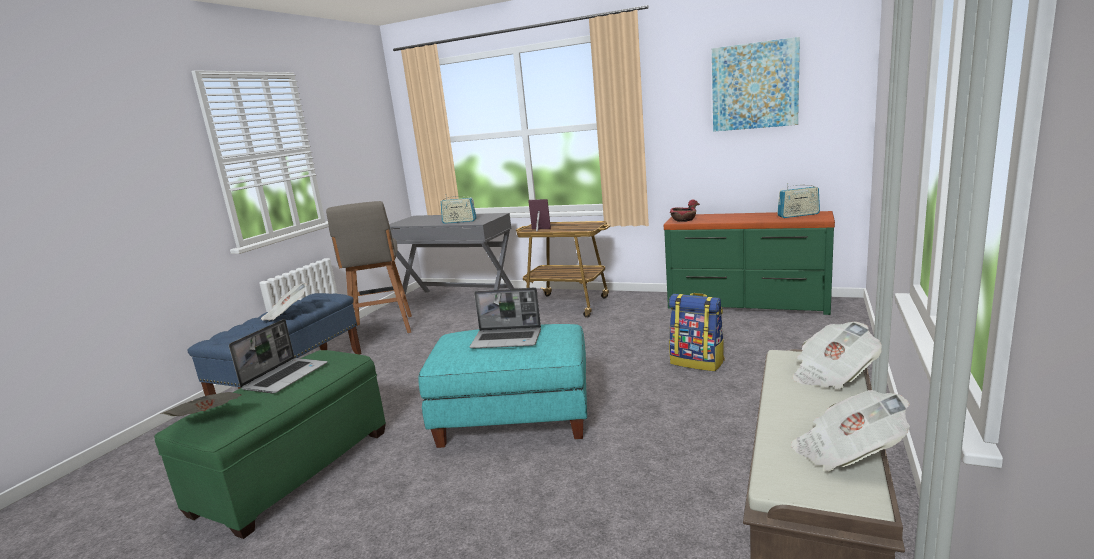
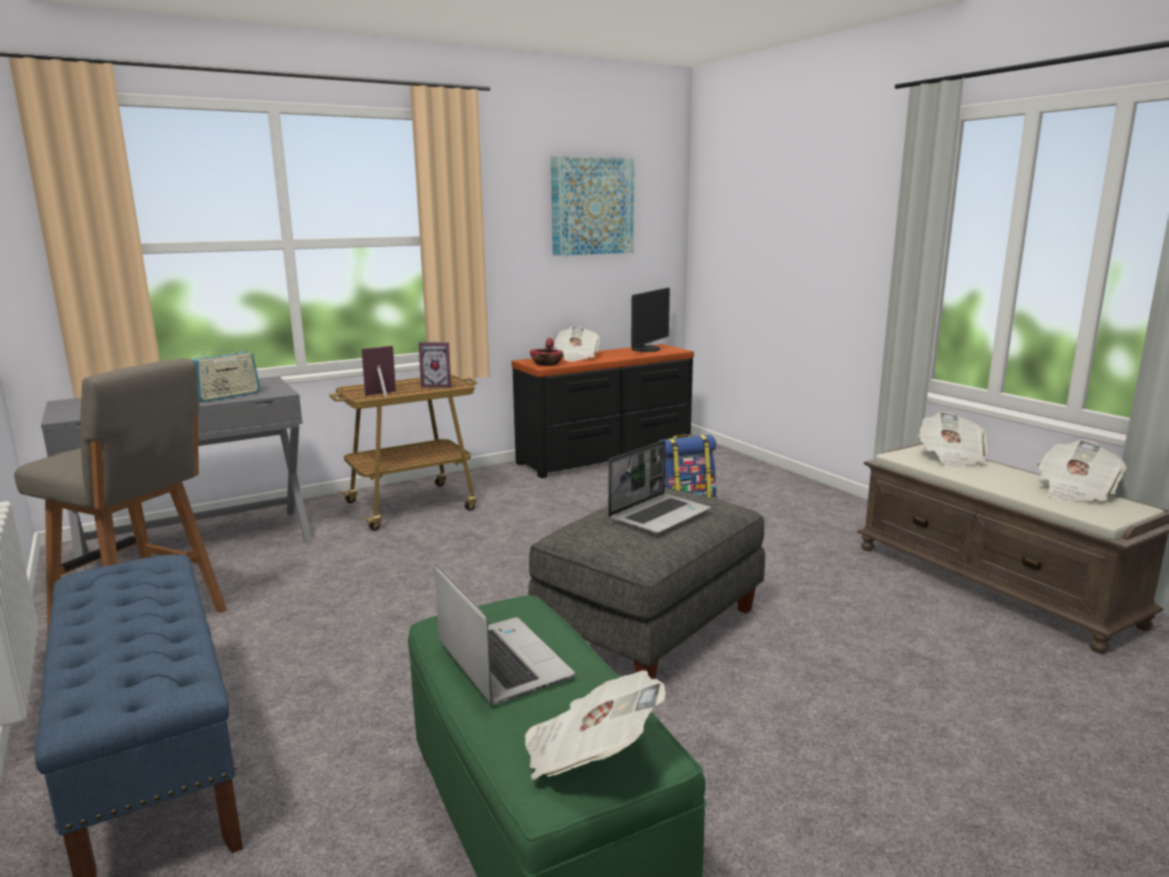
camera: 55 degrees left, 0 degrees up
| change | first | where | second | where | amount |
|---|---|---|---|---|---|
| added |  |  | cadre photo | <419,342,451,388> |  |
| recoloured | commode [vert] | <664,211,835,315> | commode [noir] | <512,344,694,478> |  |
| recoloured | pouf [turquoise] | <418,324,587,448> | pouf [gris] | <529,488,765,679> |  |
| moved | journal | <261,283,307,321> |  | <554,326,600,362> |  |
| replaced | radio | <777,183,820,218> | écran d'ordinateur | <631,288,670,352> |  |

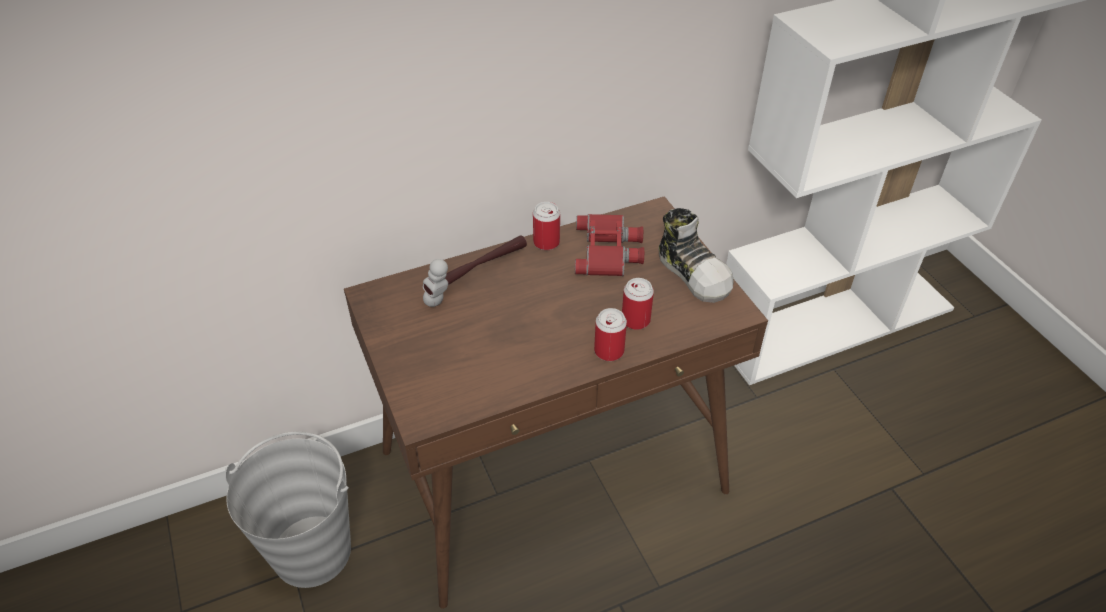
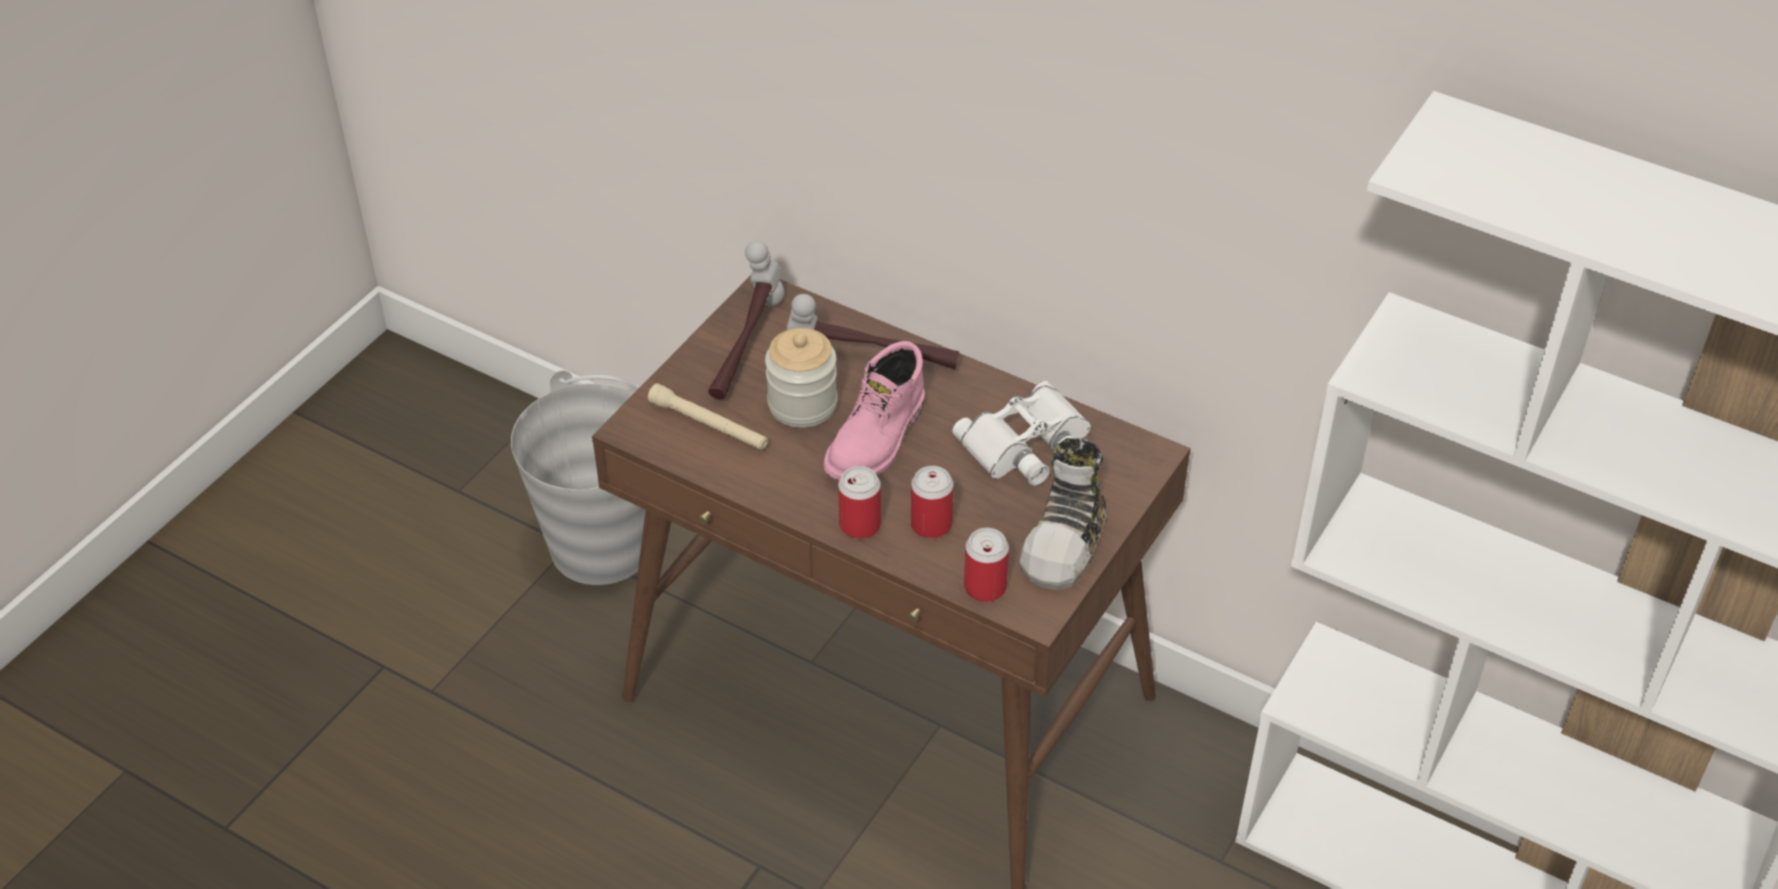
camera: 55 degrees right, 0 degrees up
| change | first | where | second | where | amount |
|---|---|---|---|---|---|
| added |  |  | lampe de poche [beige] | <648,383,768,450> |  |
| added |  |  | marteau | <708,241,784,399> |  |
| added |  |  | bocal | <765,328,837,428> |  |
| added |  |  | botte [rose] | <824,341,925,480> |  |
| recoloured | jumelles [rouge] | <575,214,644,276> | jumelles [blanc] | <952,381,1091,486> |  |
| moved | boîte métallique | <533,202,560,250> |  | <964,528,1009,602> |  |

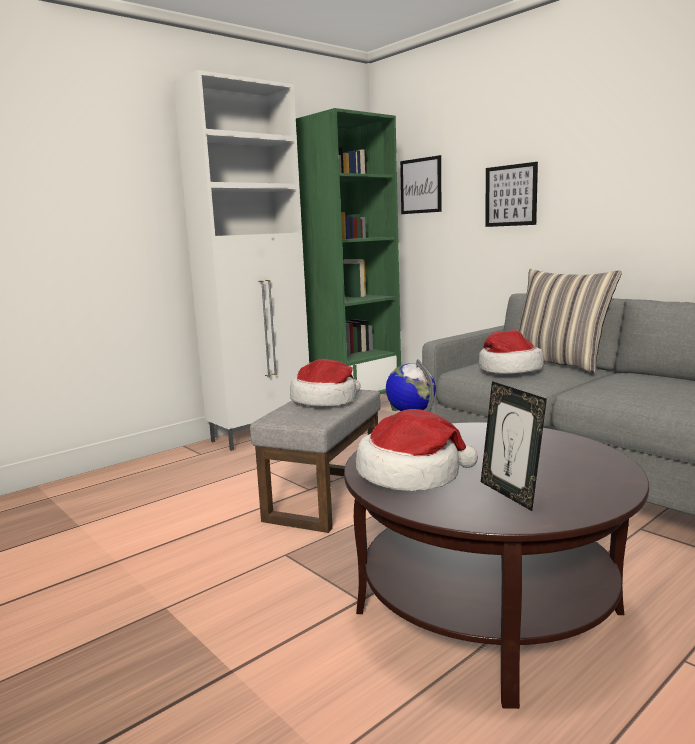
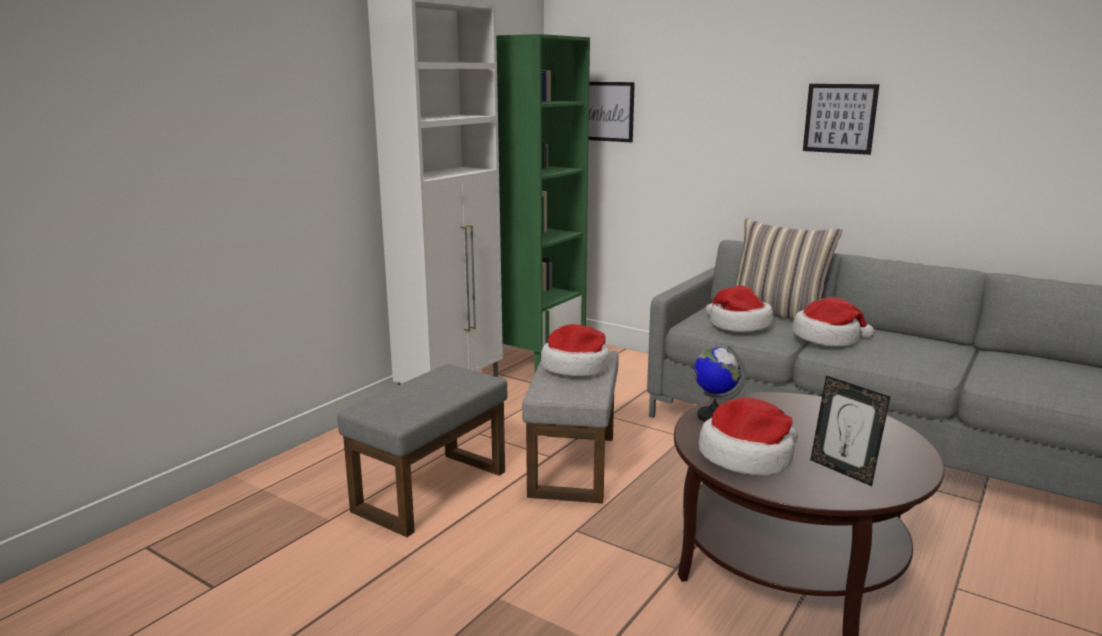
camera: 15 degrees left, 5 degrees up
| change | first | where | second | where | amount |
|---|---|---|---|---|---|
| added |  |  | pouf [gris] | <337,364,507,537> |  |
| added |  |  | chapeau | <792,297,874,346> |  |
| moved | tableau | <485,162,538,227> |  | <803,84,879,155> |  |

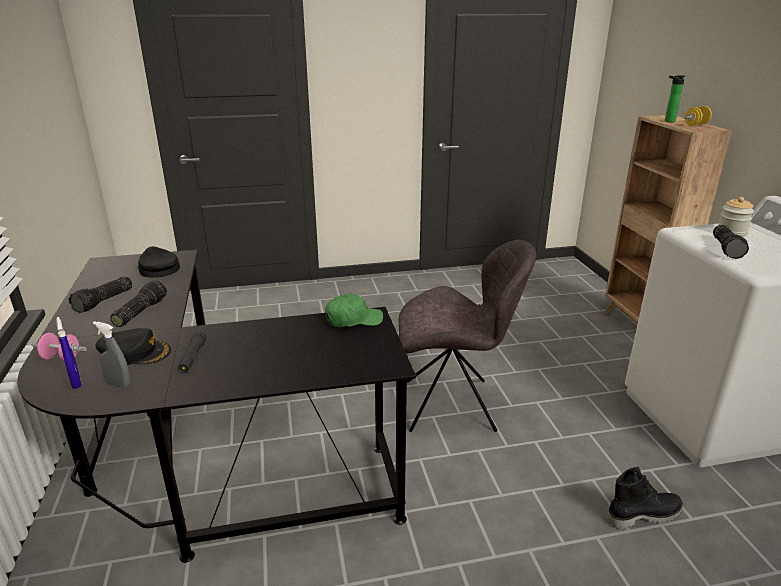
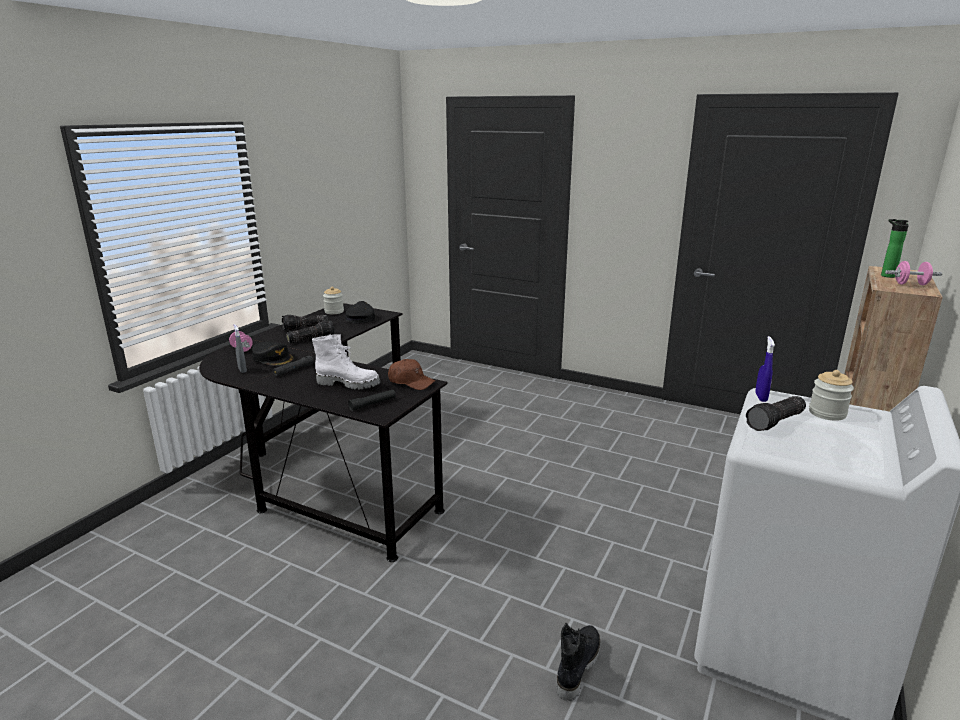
camera: 40 degrees right, 5 degrees down
| change | first | where | second | where | amount |
|---|---|---|---|---|---|
| added |  |  | botte [blanc] | <312,334,381,390> |  |
| added |  |  | bocal | <323,287,344,314> |  |
| added |  |  | lampe de poche [noir] | <348,390,396,411> |  |
| recoloured | casquette [vert] | <325,293,383,327> | casquette [marron] | <388,359,435,390> |  |
| turned | botte [noir] | <607,466,683,529> |  | <557,623,600,701> | 90 degrees counterclockwise |
| moved | vaporisateur [bleu] | <56,317,81,389> |  | <755,336,775,402> |  |
| recoloured | haltère [jaune] | <684,106,712,126> | haltère [rose] | <885,261,942,285> |  |
| removed | chaise [gris] | <399,240,536,432> |  |  |  |

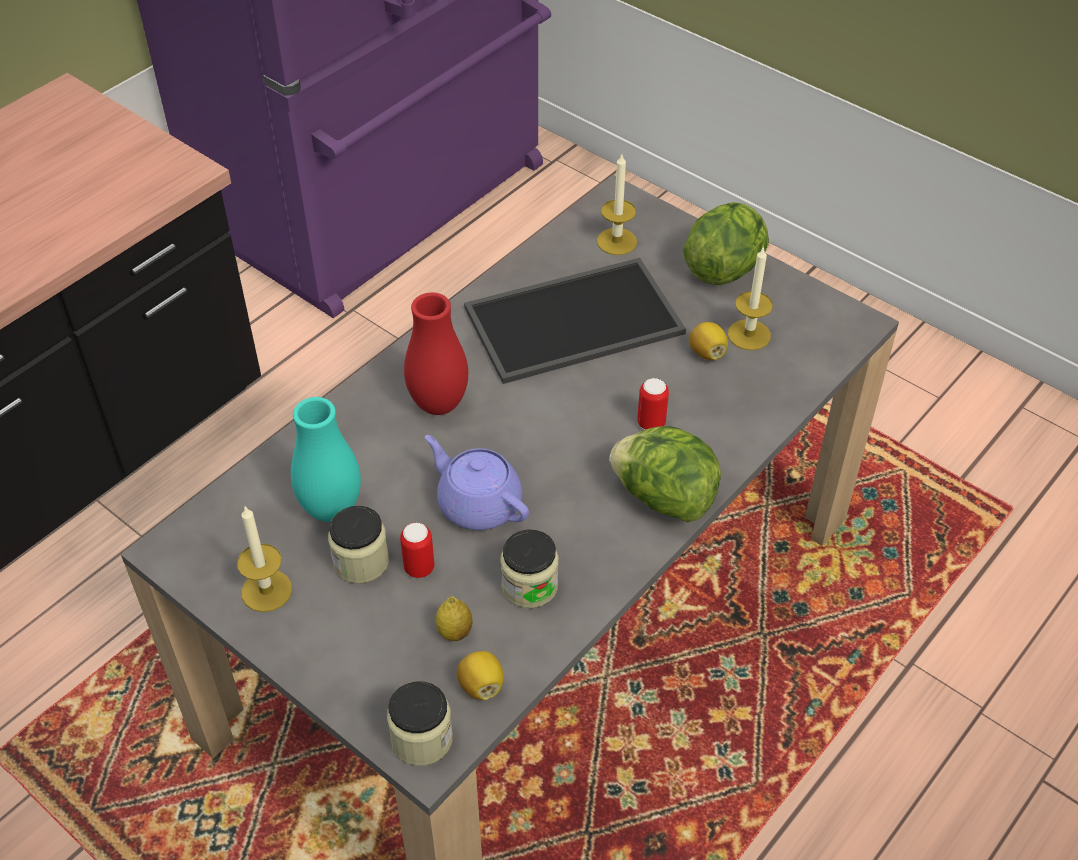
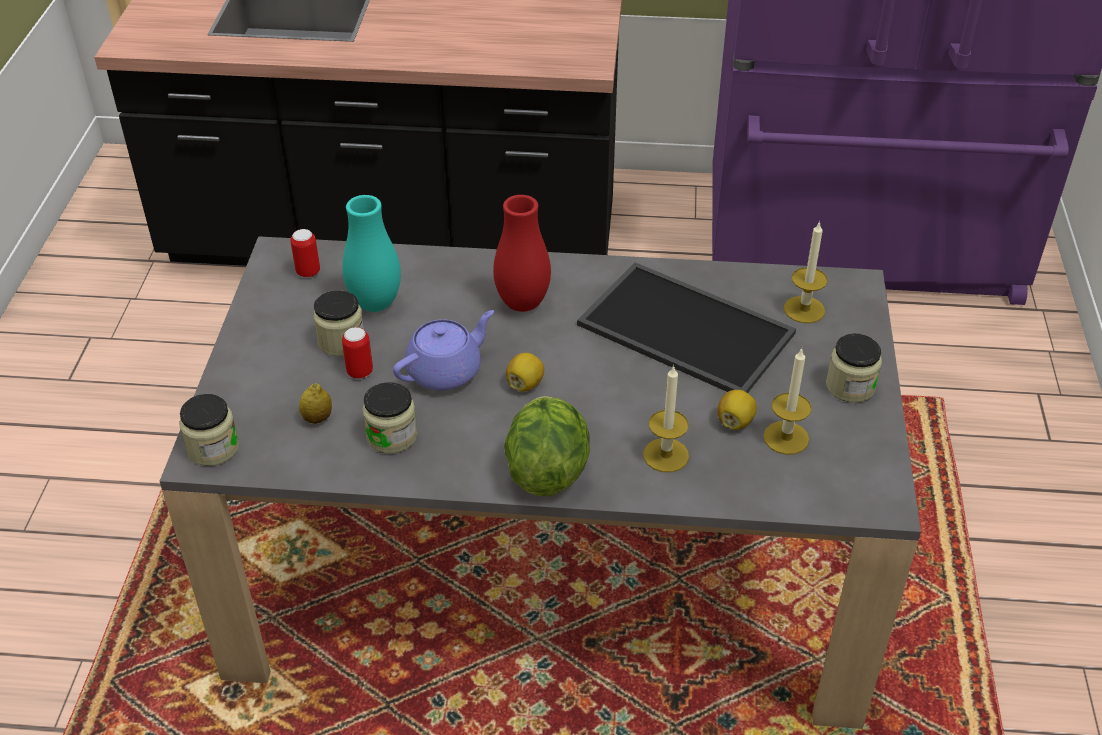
camera: 55 degrees right, 5 degrees down
| change | first | where | second | where | amount |
|---|---|---|---|---|---|
| moved | boîte métallique | <637,378,669,430> |  | <290,229,320,277> |  |
| turned | théière [violet] | <425,435,529,530> |  | <393,310,494,391> | 45 degrees clockwise |
| moved | citron | <457,651,504,700> |  | <506,353,544,391> |  |
| moved | bougie | <237,506,292,612> |  | <643,365,689,472> |  |
| replaced | laitue | <683,202,769,285> | bocal | <826,334,882,403> |  |

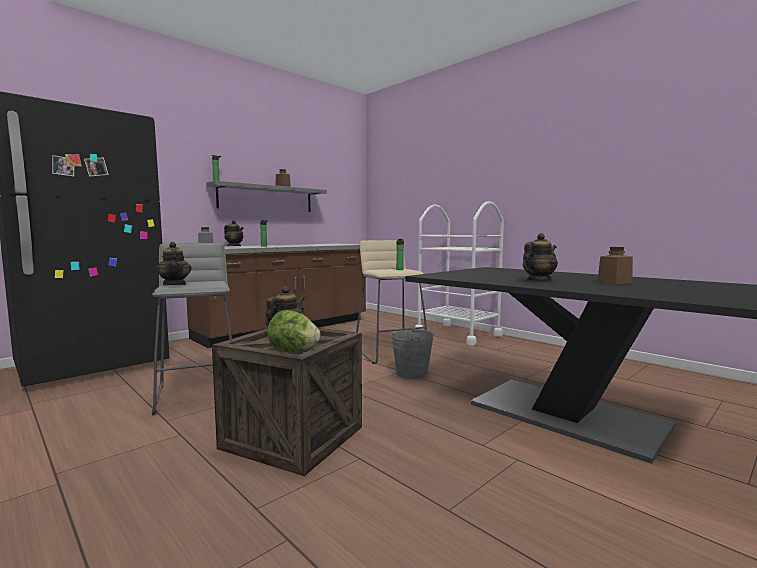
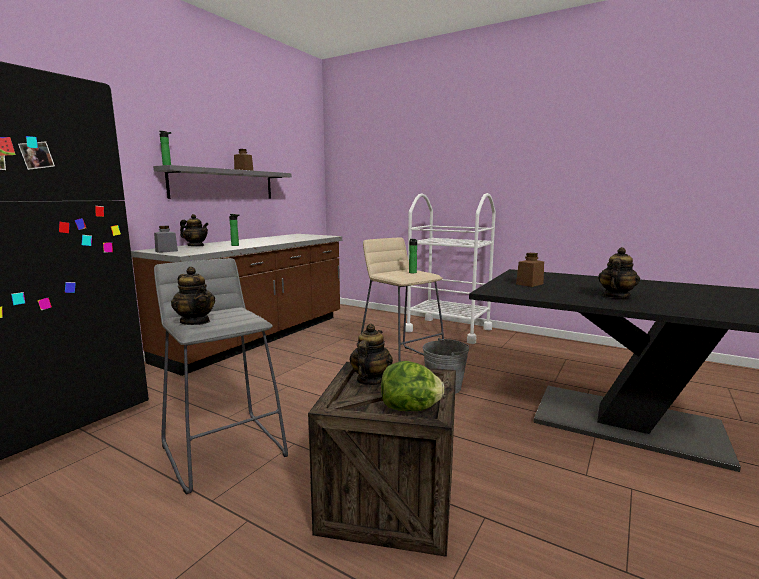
camera: 15 degrees left, 5 degrees up
| change | first | where | second | where | amount |
|---|---|---|---|---|---|
| moved | bocal [marron] | <597,247,633,284> |  | <516,253,544,287> |  |

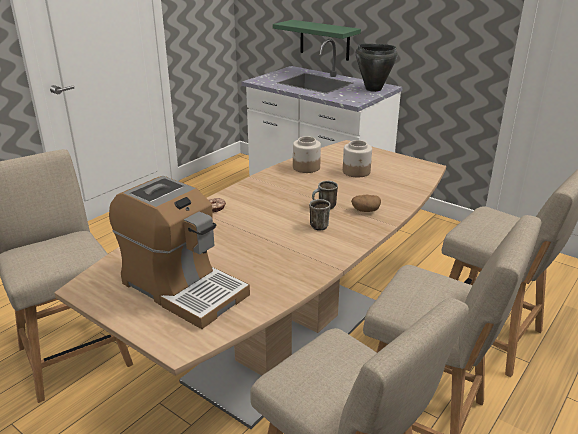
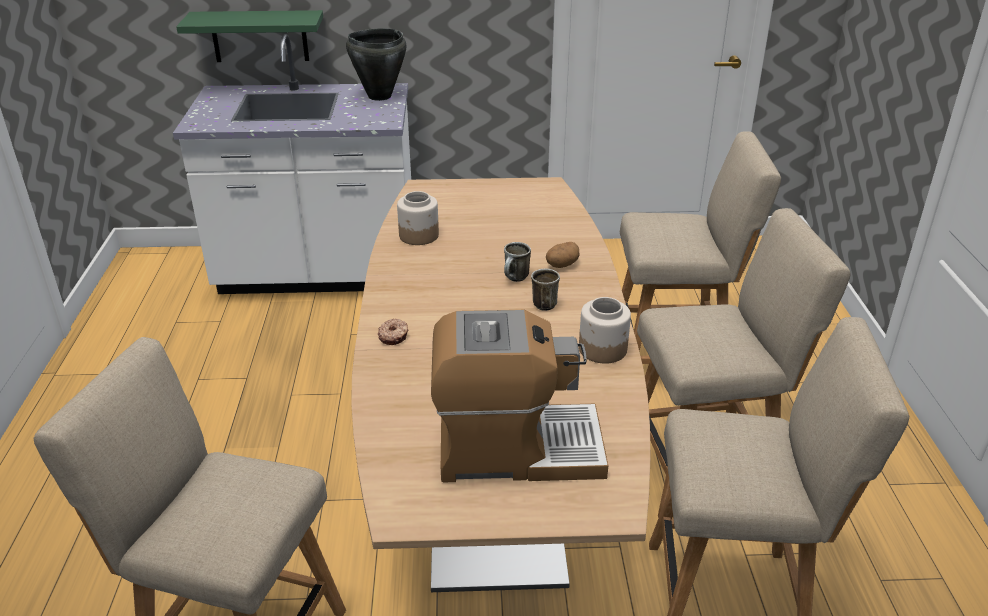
camera: 40 degrees left, 5 degrees up
| change | first | where | second | where | amount |
|---|---|---|---|---|---|
| moved | bocal | <343,140,372,177> |  | <579,297,631,364> |  |

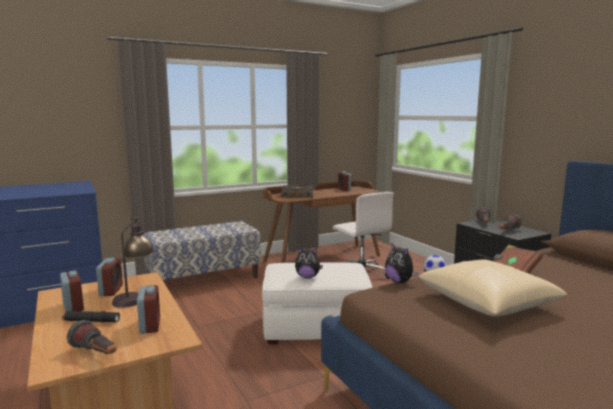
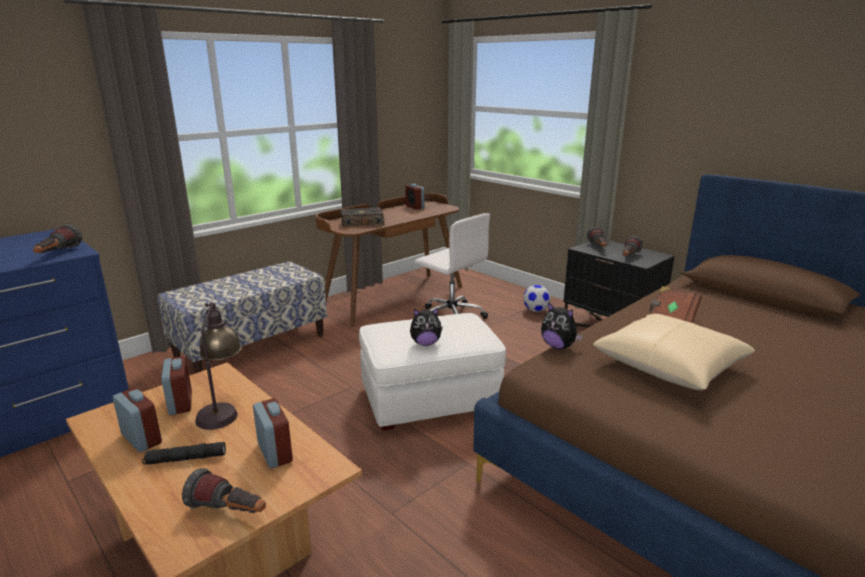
camera: 15 degrees left, 10 degrees up
| change | first | where | second | where | amount |
|---|---|---|---|---|---|
| added |  |  | lampe de poche | <33,224,82,253> |  |

